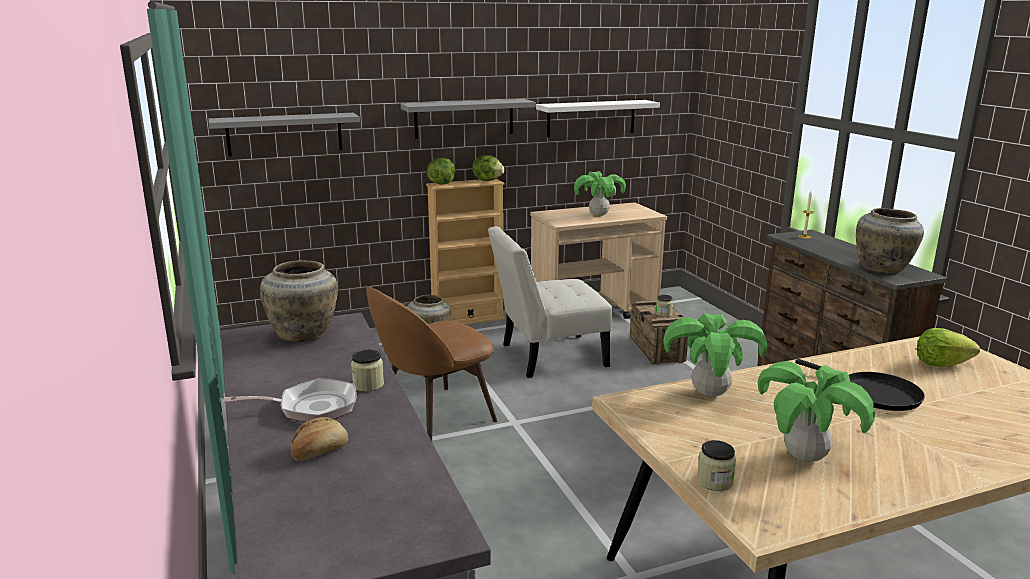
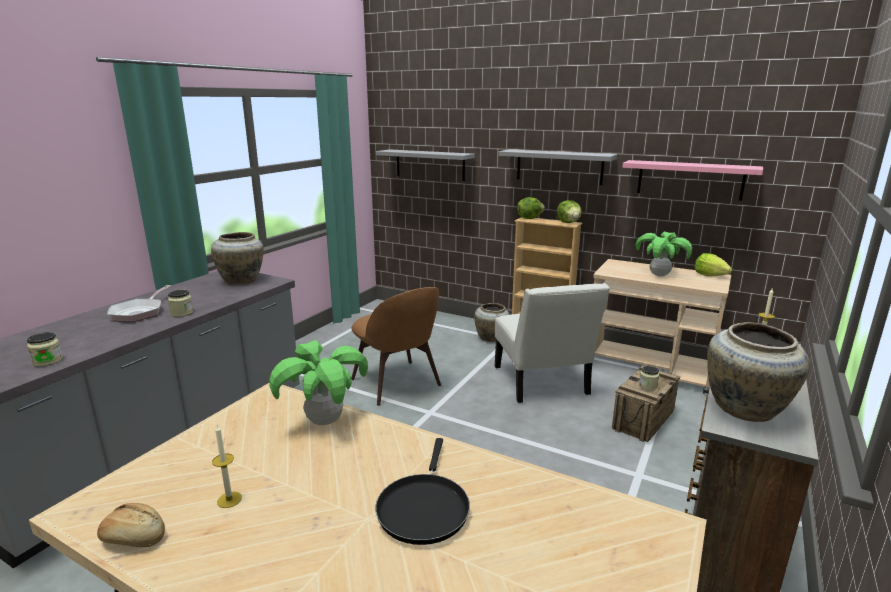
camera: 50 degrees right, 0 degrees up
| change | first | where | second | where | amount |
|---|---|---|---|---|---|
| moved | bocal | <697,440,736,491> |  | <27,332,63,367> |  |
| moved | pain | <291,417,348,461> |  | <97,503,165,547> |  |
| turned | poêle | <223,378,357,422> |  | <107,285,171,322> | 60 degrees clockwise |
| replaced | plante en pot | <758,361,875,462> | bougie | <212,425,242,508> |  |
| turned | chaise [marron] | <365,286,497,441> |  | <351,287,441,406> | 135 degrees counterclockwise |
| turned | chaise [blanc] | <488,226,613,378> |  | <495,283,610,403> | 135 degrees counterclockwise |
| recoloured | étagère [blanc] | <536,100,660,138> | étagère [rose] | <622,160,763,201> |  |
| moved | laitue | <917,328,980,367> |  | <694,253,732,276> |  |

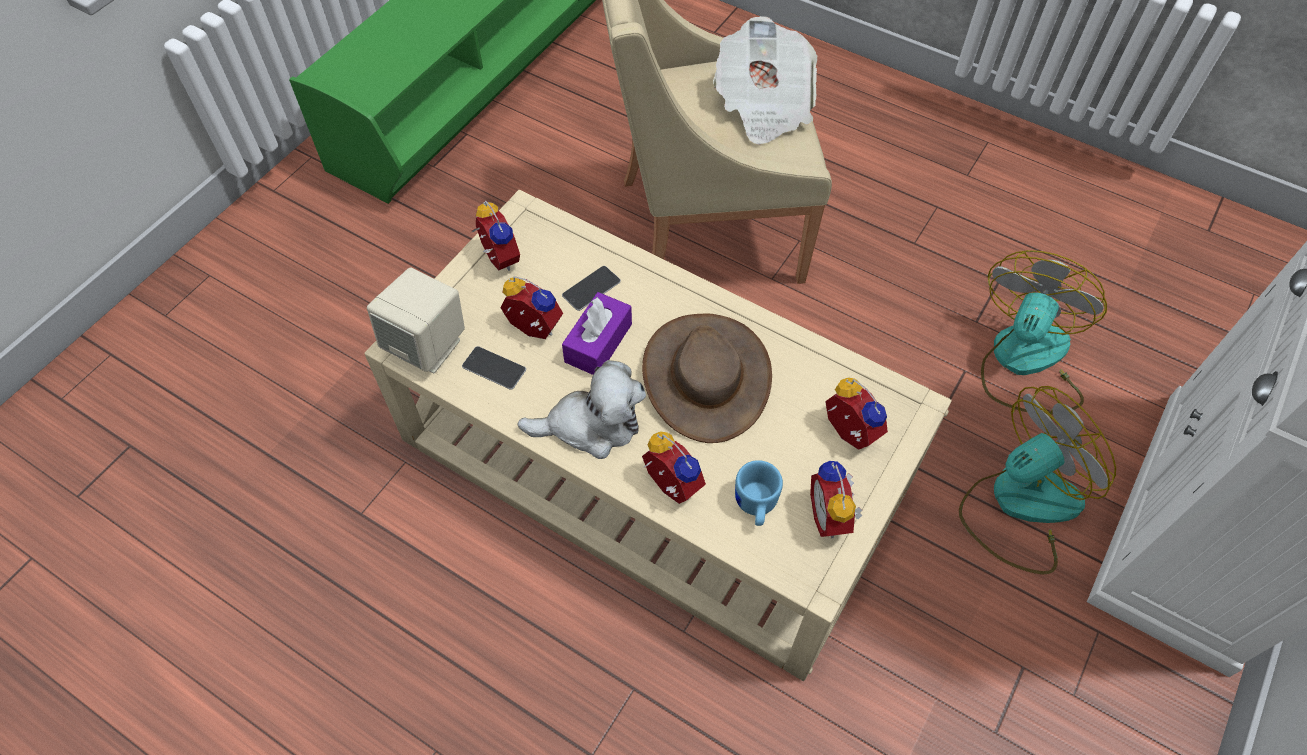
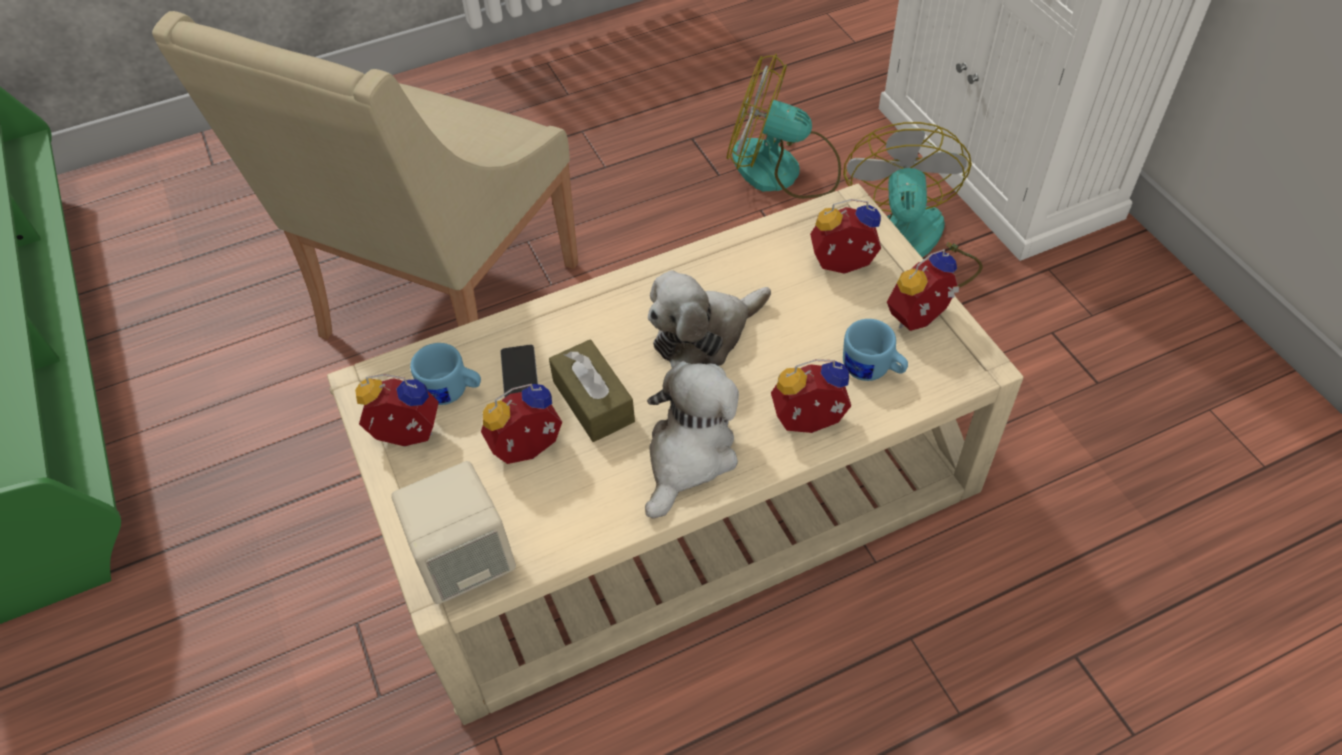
camera: 55 degrees left, 5 degrees down
| change | first | where | second | where | amount |
|---|---|---|---|---|---|
| added |  |  | mug [bleu] | <410,343,481,405> |  |
| recoloured | boîte à mouchoirs [violet] | <562,292,632,375> | boîte à mouchoirs [marron] | <549,339,635,442> |  |
| replaced | chapeau [marron] | <642,314,772,443> | peluche | <648,270,771,368> |  |
| turned | ventilateur | <981,250,1107,415> |  | <727,54,841,199> | 45 degrees counterclockwise |
| turned | réveil | <810,461,862,538> |  | <887,249,959,331> | 120 degrees clockwise |
| removed | téléphone | <462,346,526,390> |  |  |  |
| removed | journal | <713,16,817,145> |  |  |  |

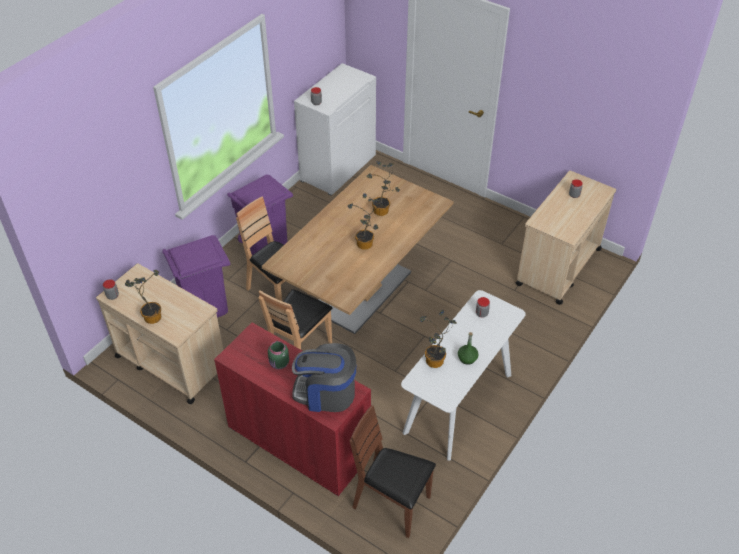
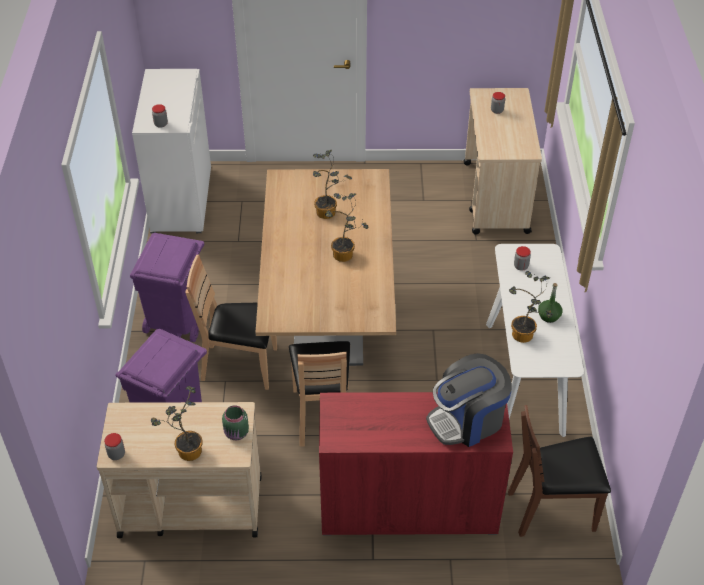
camera: 35 degrees left, 0 degrees up
| change | first | where | second | where | amount |
|---|---|---|---|---|---|
| moved | bocal [vert] | <268,341,289,369> |  | <222,405,249,440> |  |

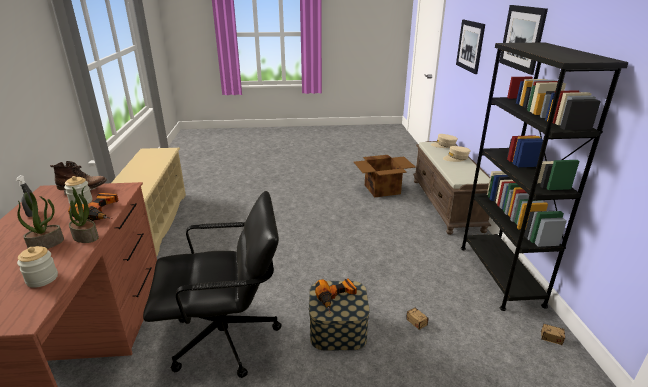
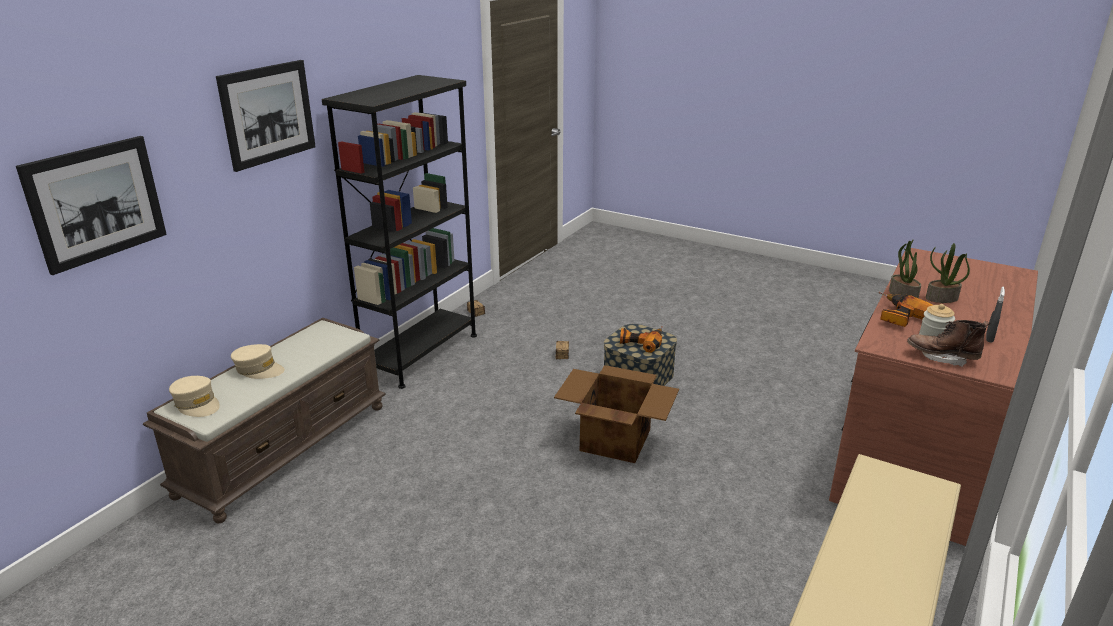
camera: 145 degrees left, 0 degrees up
| change | first | where | second | where | amount |
|---|---|---|---|---|---|
| moved | carton | <354,155,416,198> |  | <554,365,679,463> |  |
| removed | bocal | <17,246,58,288> |  |  |  |
| removed | chaise de bureau [noir] | <143,191,282,378> |  |  |  |

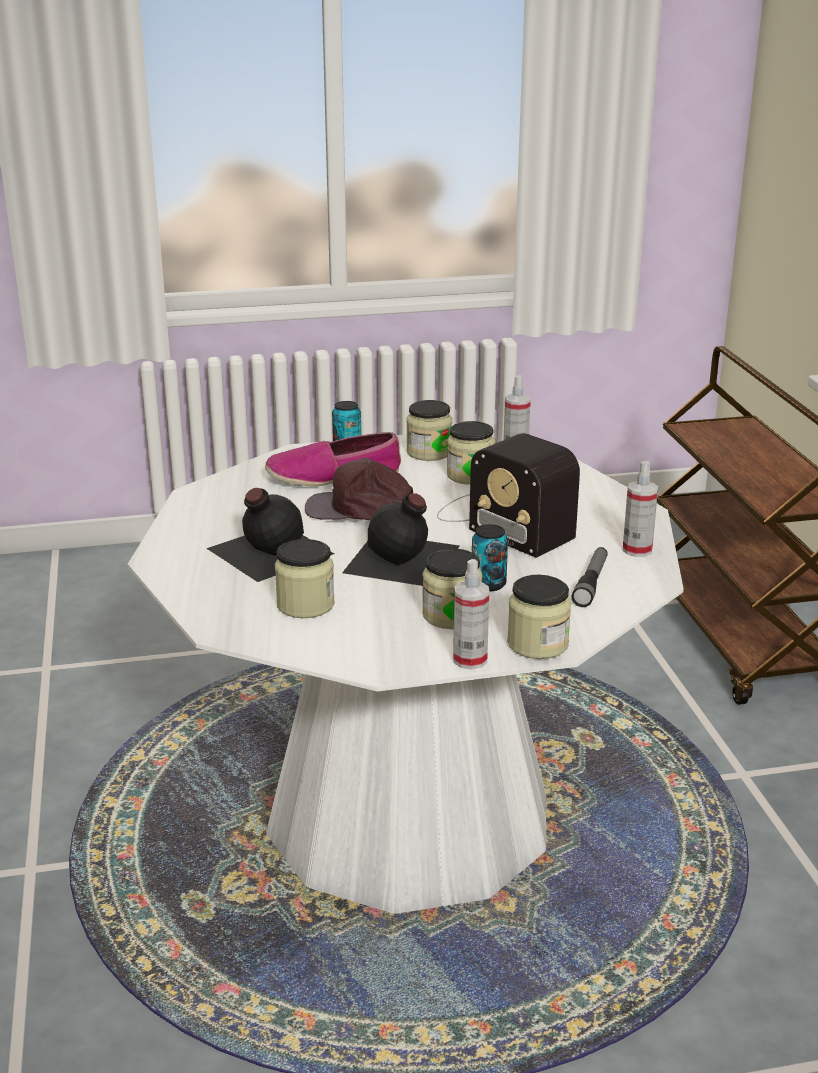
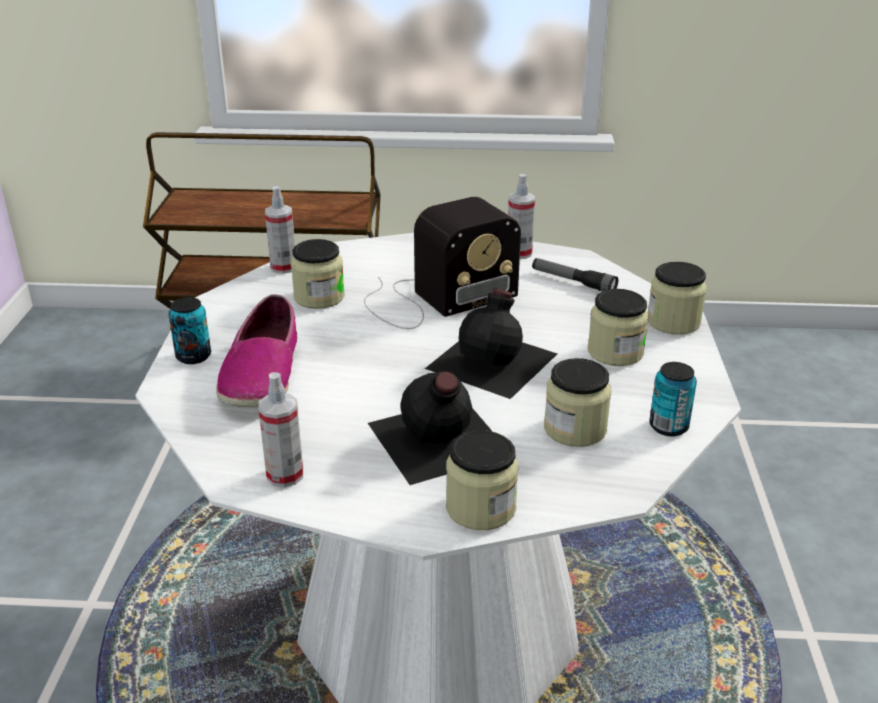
camera: 75 degrees left, 5 degrees up
| change | first | where | second | where | amount |
|---|---|---|---|---|---|
| moved | vaporisateur | <453,559,489,669> |  | <258,372,303,487> |  |
| moved | bocal | <406,400,453,461> |  | <446,430,518,530> |  |
| moved | boîte métallique | <472,524,508,592> |  | <649,362,697,436> |  |
| removed | casquette [marron] | <305,458,413,520> |  |  |  |

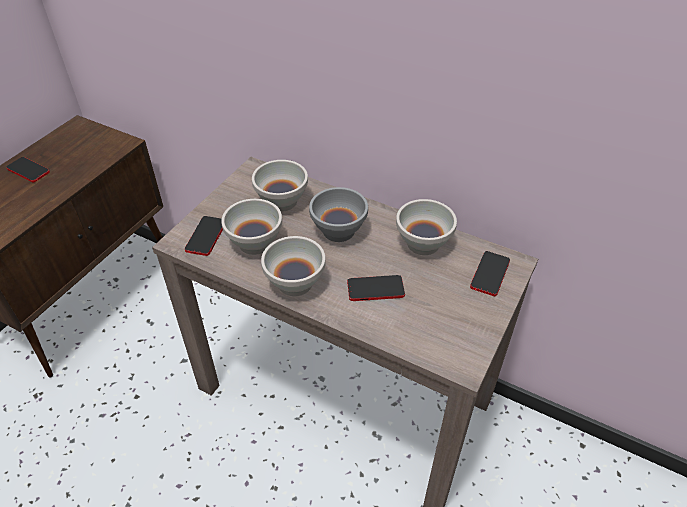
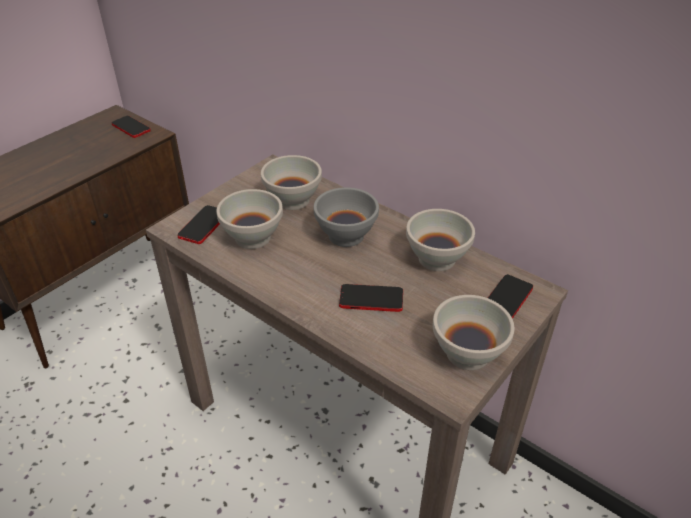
camera: 10 degrees right, 5 degrees down
| change | first | where | second | where | amount |
|---|---|---|---|---|---|
| moved | téléphone | <6,157,50,182> |  | <111,116,151,138> |  |
| moved | bol [blanc] | <261,236,326,296> |  | <433,295,514,370> |  |

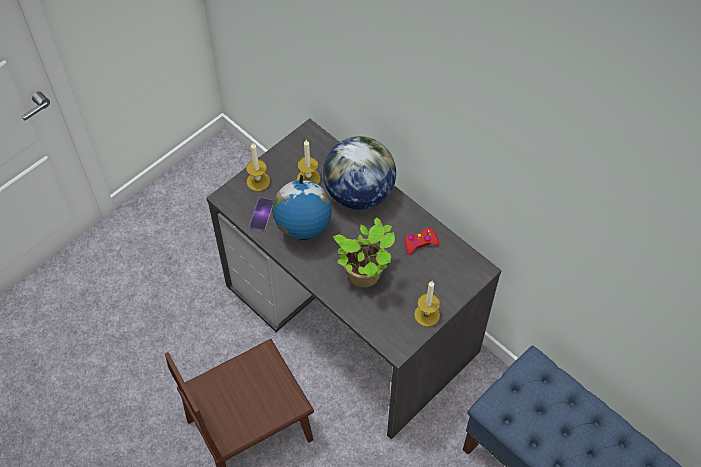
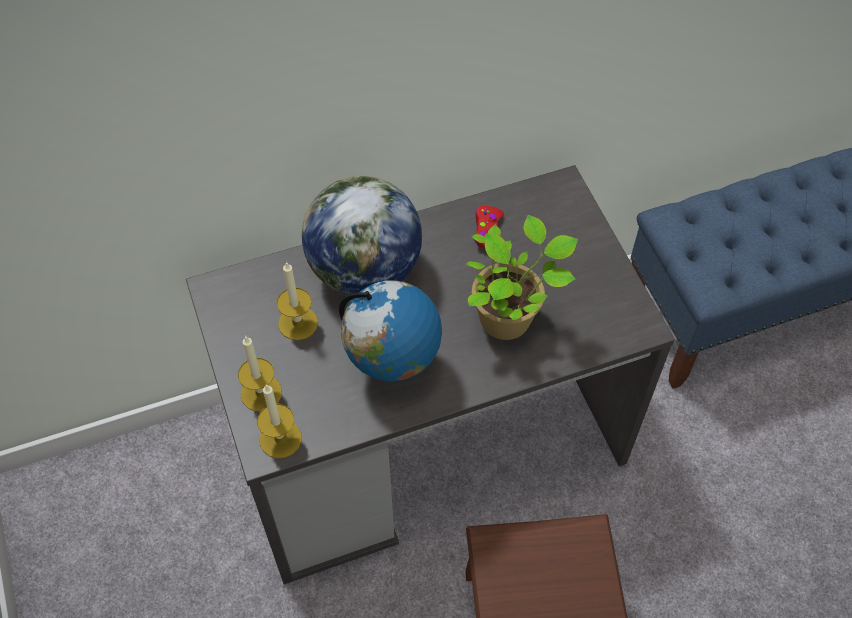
camera: 65 degrees left, 0 degrees up
| change | first | where | second | where | amount |
|---|---|---|---|---|---|
| moved | bougie | <414,281,440,327> |  | <257,384,302,458> |  |
| removed | téléphone | <249,198,274,230> |  |  |  |

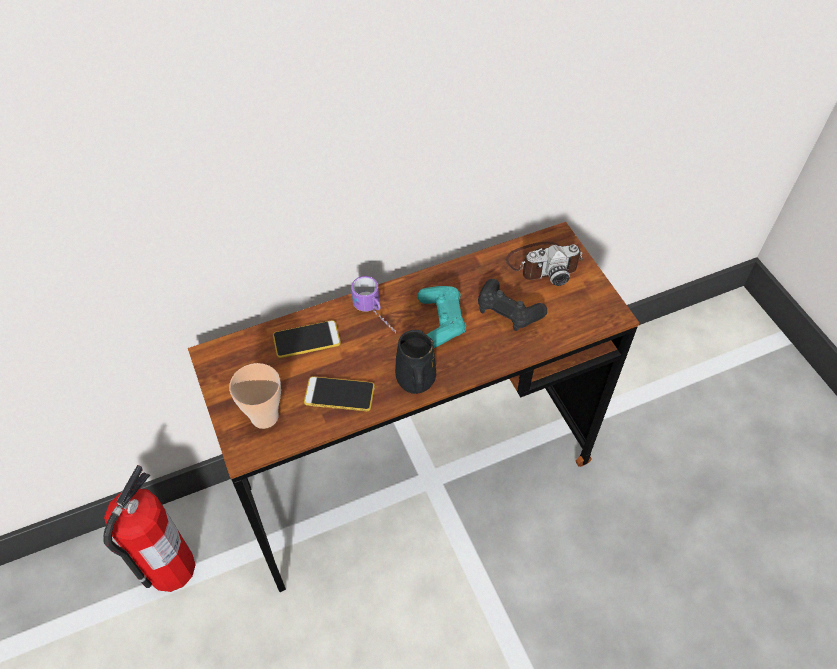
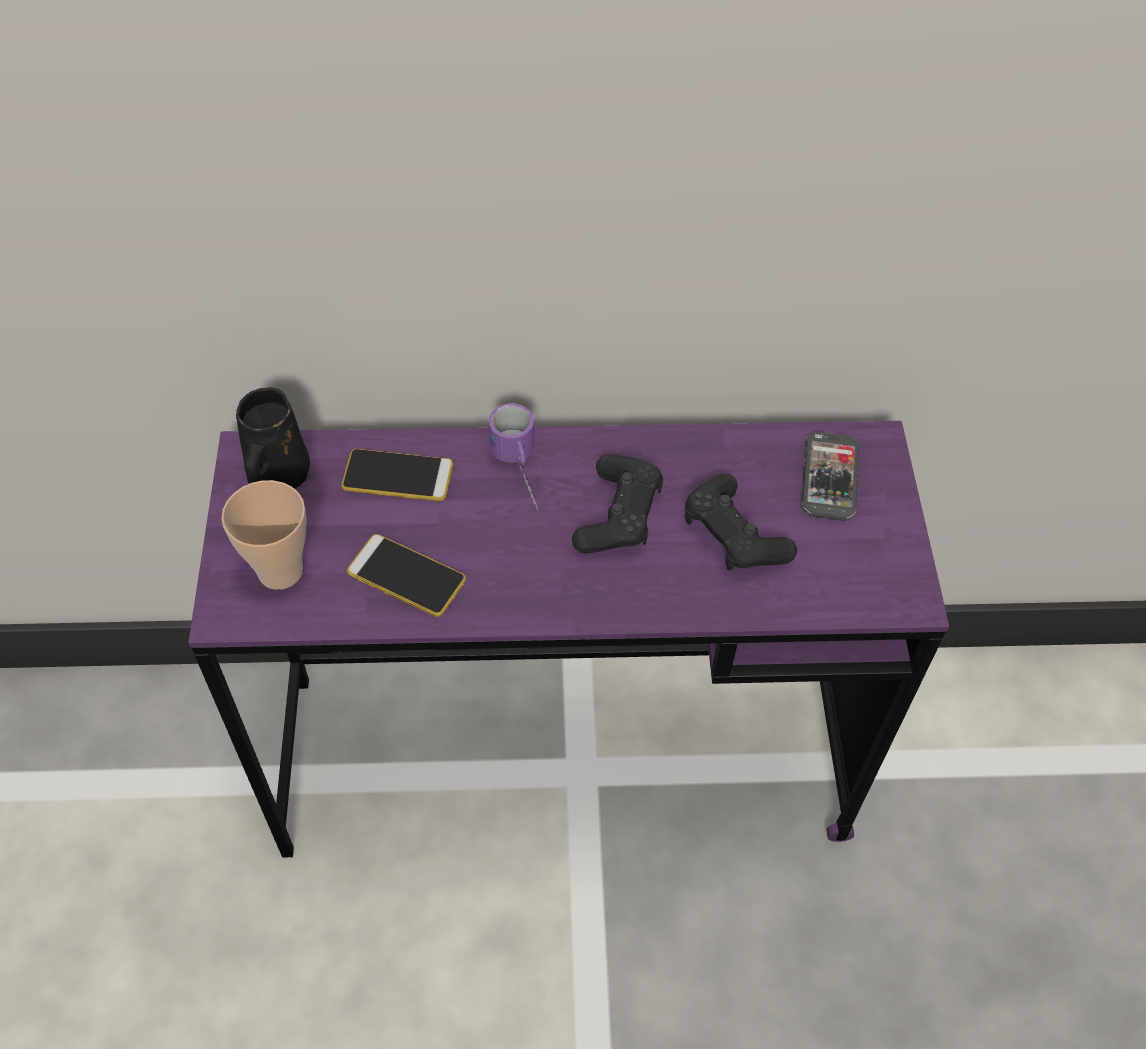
camera: 20 degrees right, 0 degrees up
| change | first | where | second | where | amount |
|---|---|---|---|---|---|
| recoloured | bureau [marron] | <188,222,639,592> | bureau [violet] | <188,421,949,857> |  |
| moved | mug [noir] | <395,330,436,394> |  | <236,387,310,489> |  |
| recoloured | manette [turquoise] | <417,286,466,348> | manette [noir] | <572,454,663,554> |  |
| replaced | appareil photo | <506,241,584,286> | téléphone | <801,431,859,521> |  |
| removed | extincteur | <103,465,196,592> |  |  |  |

